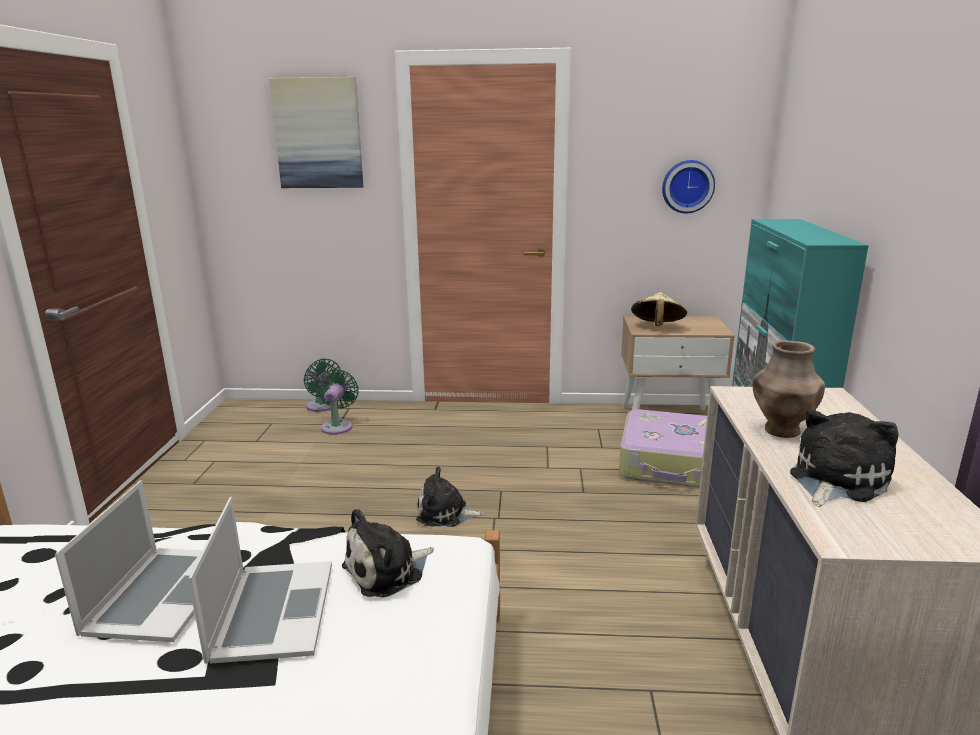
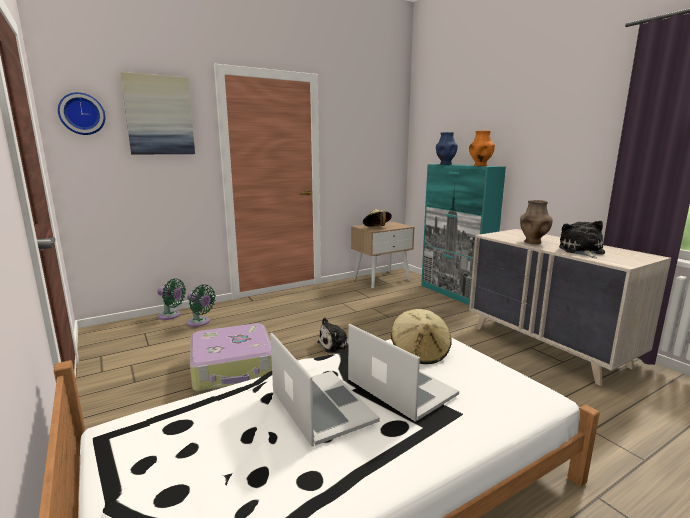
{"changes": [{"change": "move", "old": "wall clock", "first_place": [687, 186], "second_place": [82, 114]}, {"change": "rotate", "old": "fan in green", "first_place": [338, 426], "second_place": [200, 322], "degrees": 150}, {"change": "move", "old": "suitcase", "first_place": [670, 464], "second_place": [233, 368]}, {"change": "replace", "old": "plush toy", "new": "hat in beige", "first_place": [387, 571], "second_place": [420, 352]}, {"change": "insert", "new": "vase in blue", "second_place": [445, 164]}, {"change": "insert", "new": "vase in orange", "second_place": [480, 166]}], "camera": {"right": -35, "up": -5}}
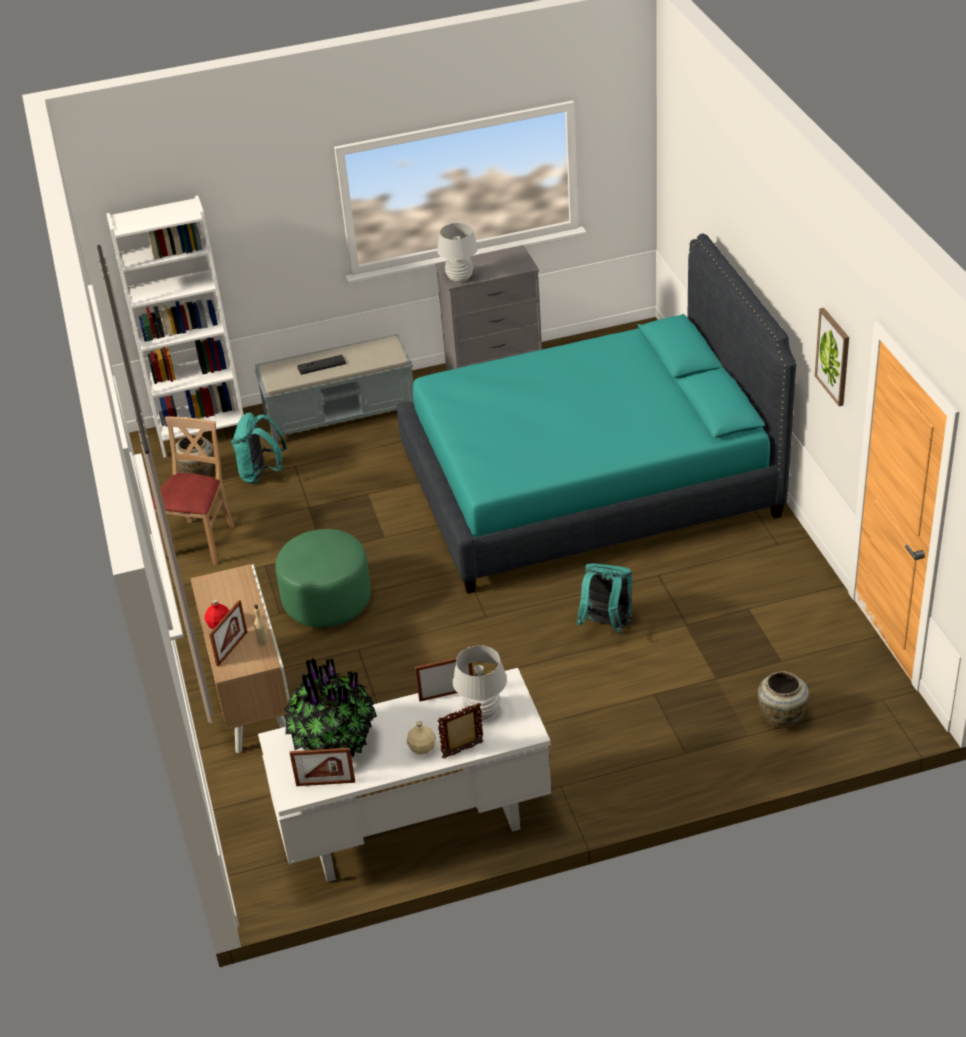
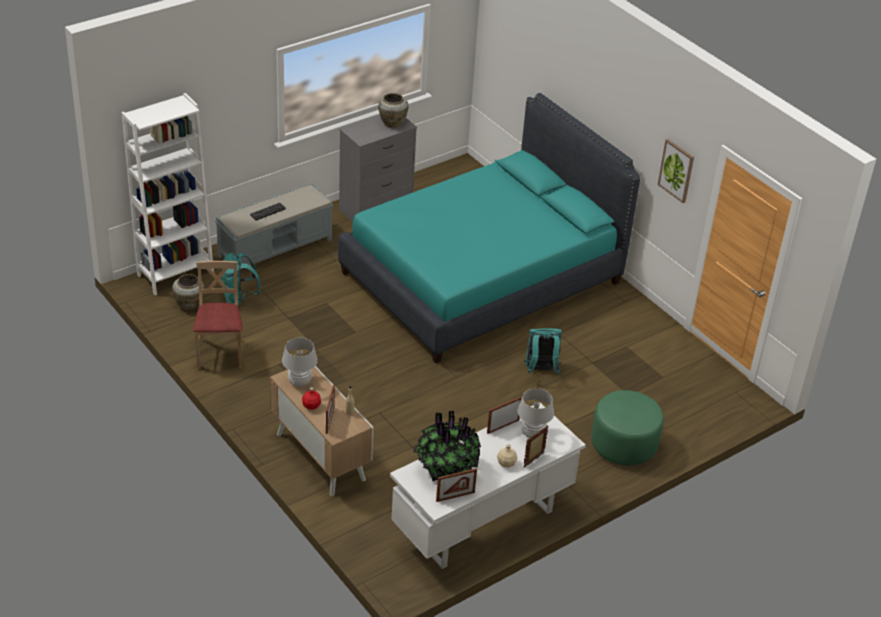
{"changes": [{"change": "move", "old": "table lamp in white", "first_place": [460, 278], "second_place": [300, 382]}, {"change": "move", "old": "vase in beige", "first_place": [781, 717], "second_place": [392, 122]}, {"change": "move", "old": "ottoman in green", "first_place": [327, 602], "second_place": [624, 445]}], "camera": {"right": -25, "up": 0}}
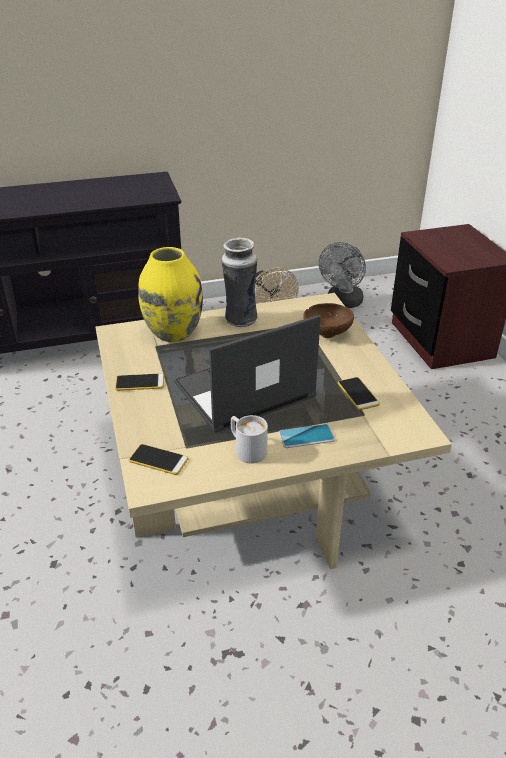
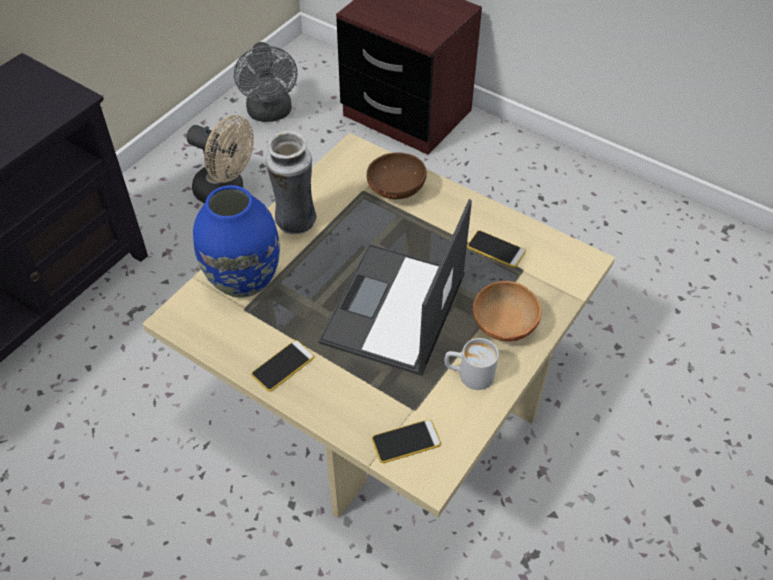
{"changes": [{"change": "recolor", "old": "vase in yellow", "new": "vase in blue", "first_place": [173, 333], "second_place": [243, 280]}, {"change": "replace", "old": "phone", "new": "bowl in brown", "first_place": [306, 436], "second_place": [502, 326]}], "camera": {"right": -40, "up": 15}}
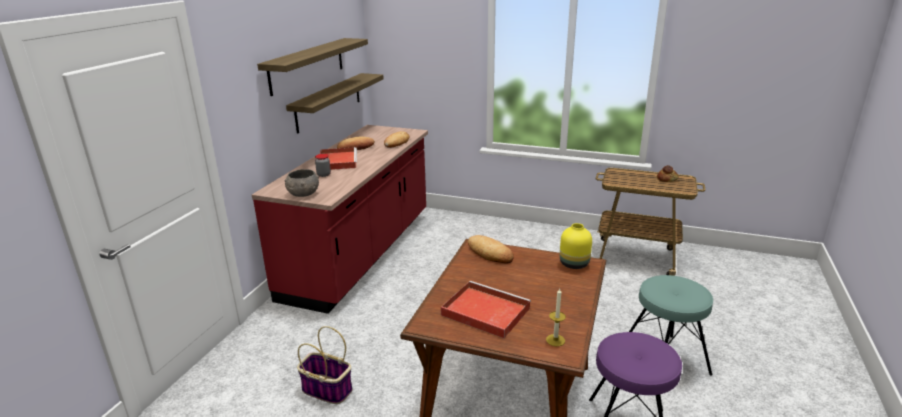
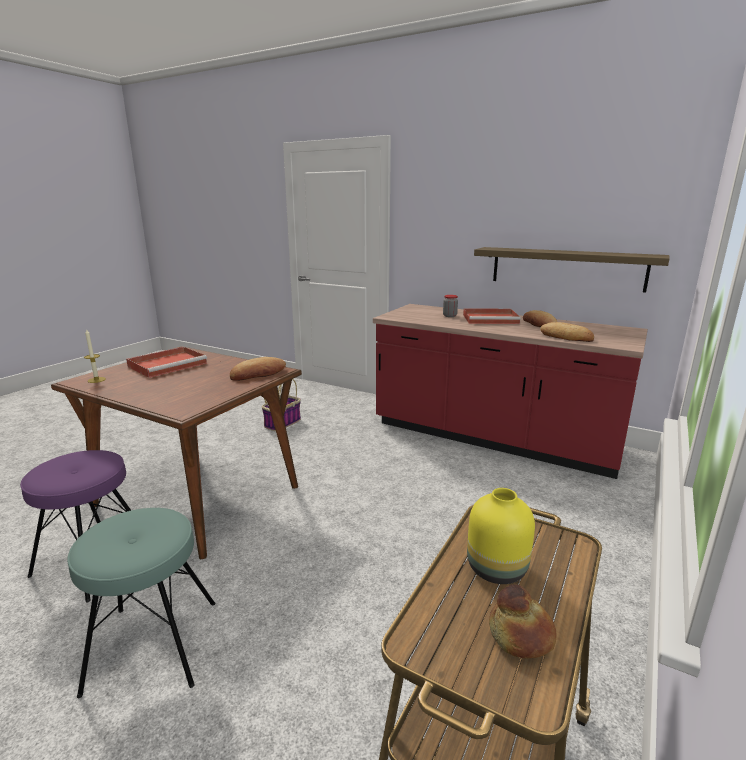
{"changes": [{"change": "move", "old": "vase in yellow", "first_place": [574, 264], "second_place": [494, 568]}, {"change": "delete", "old": "shelf", "first_place": [307, 65]}, {"change": "delete", "old": "bowl in grey", "first_place": [303, 194]}], "camera": {"right": 100, "up": -5}}
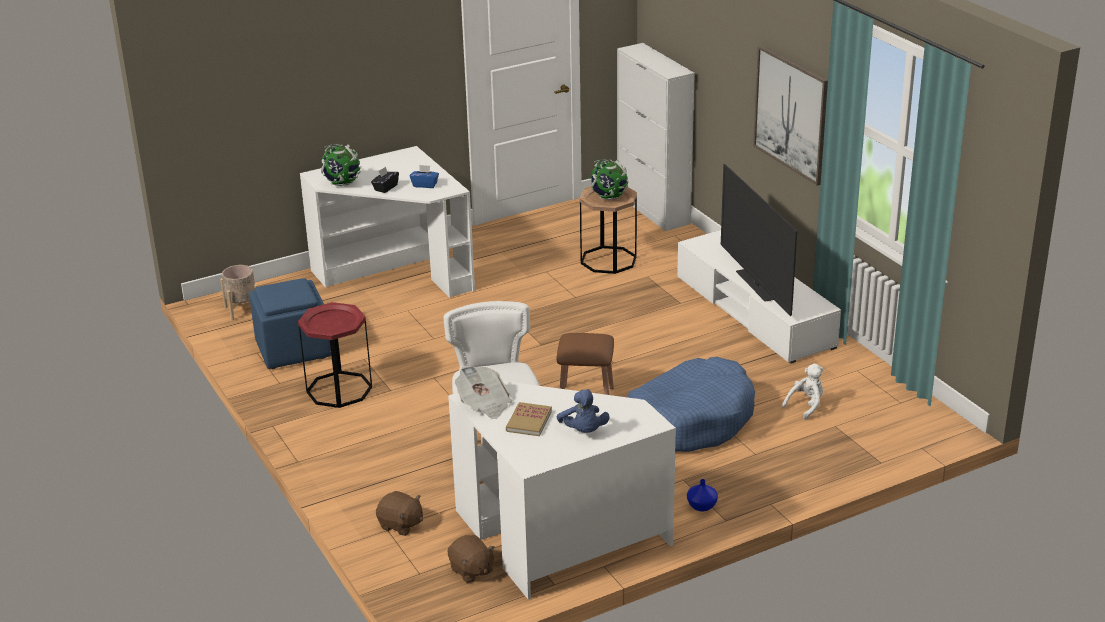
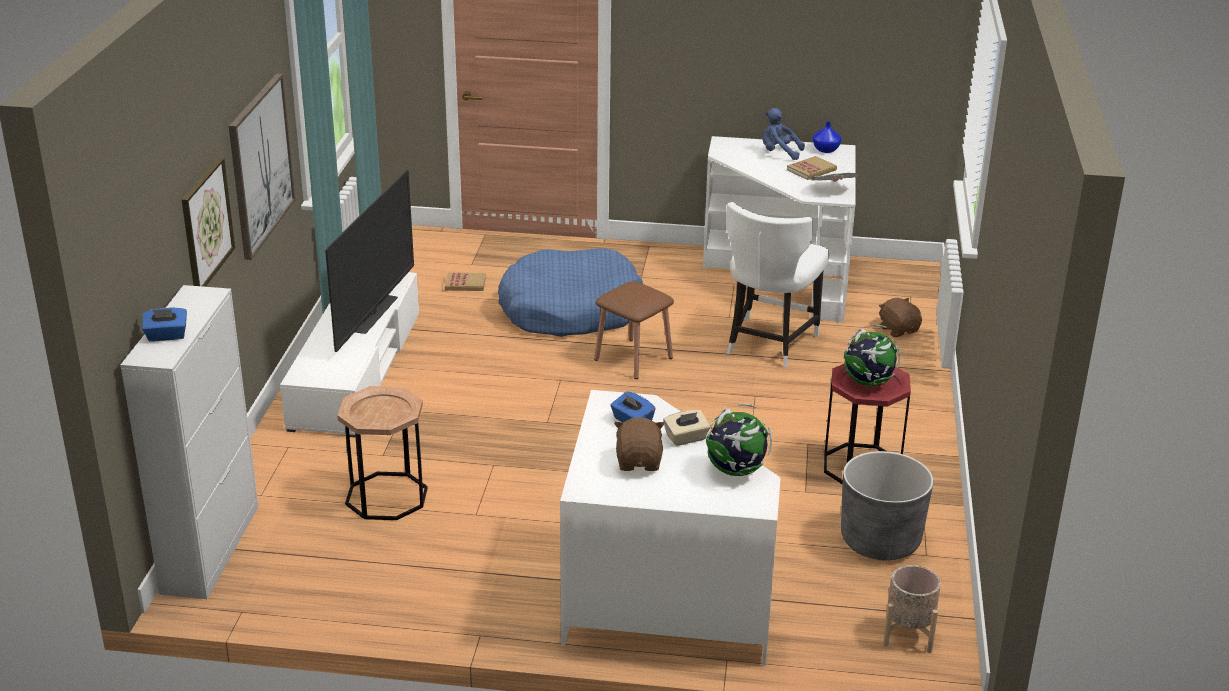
{"changes": [{"change": "insert", "new": "tissue box in blue", "second_place": [166, 336]}, {"change": "insert", "new": "picture", "second_place": [206, 224]}, {"change": "replace", "old": "plush toy in white", "new": "book", "first_place": [806, 406], "second_place": [465, 284]}, {"change": "move", "old": "plush toy in brown", "first_place": [471, 570], "second_place": [639, 462]}, {"change": "recolor", "old": "tissue box in black", "new": "tissue box in beige", "first_place": [385, 188], "second_place": [686, 438]}, {"change": "rotate", "old": "plush toy in blue", "first_place": [583, 431], "second_place": [779, 153], "degrees": -90}, {"change": "move", "old": "vase in blue", "first_place": [702, 506], "second_place": [826, 149]}, {"change": "replace", "old": "ottoman in blue", "new": "planter in grey", "first_place": [292, 349], "second_place": [880, 540]}, {"change": "move", "old": "globe", "first_place": [608, 197], "second_place": [868, 382]}], "camera": {"right": -145, "up": 0}}
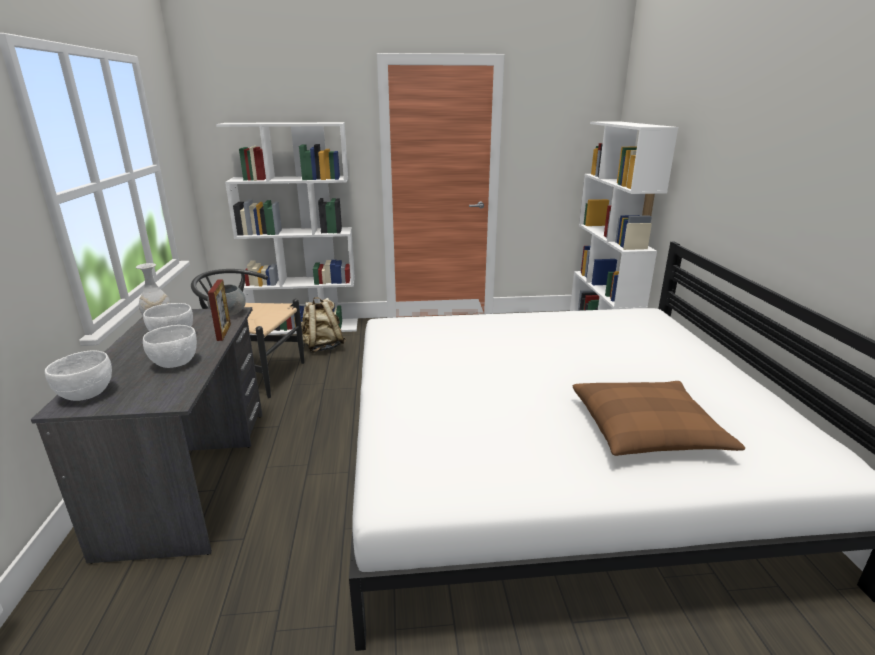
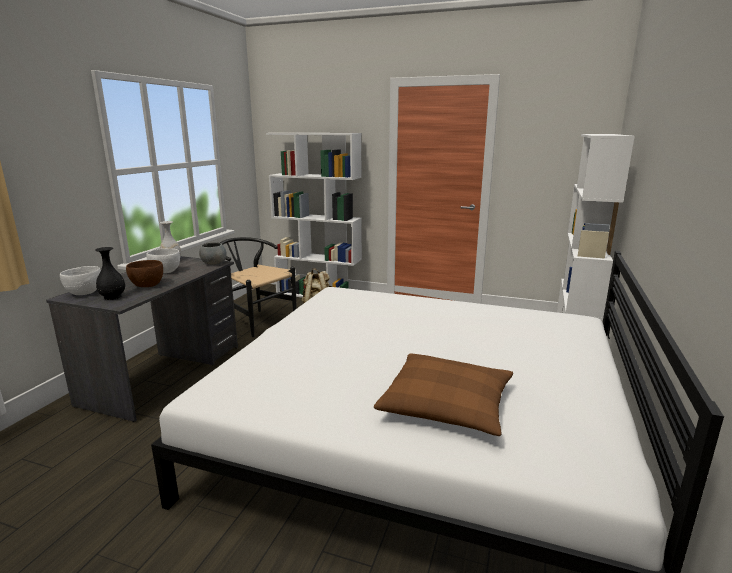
{"changes": [{"change": "insert", "new": "vase in black", "second_place": [113, 297]}, {"change": "recolor", "old": "bowl in white", "new": "bowl in brown", "first_place": [175, 364], "second_place": [147, 286]}, {"change": "delete", "old": "picture frame", "first_place": [224, 332]}], "camera": {"right": 25, "up": -5}}
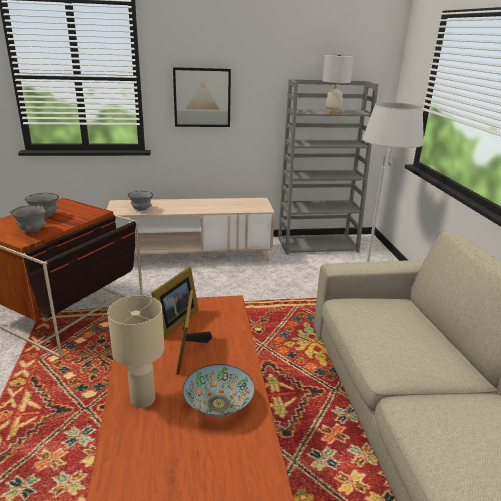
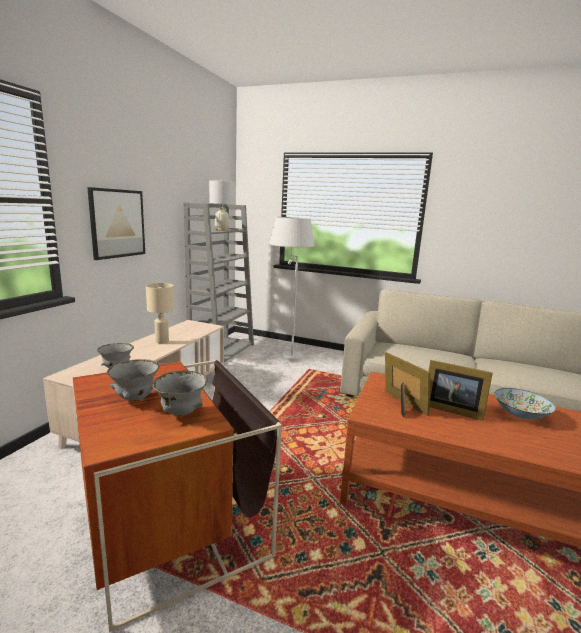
{"changes": [{"change": "move", "old": "table lamp in beige", "first_place": [143, 398], "second_place": [161, 341]}], "camera": {"right": -60, "up": -10}}
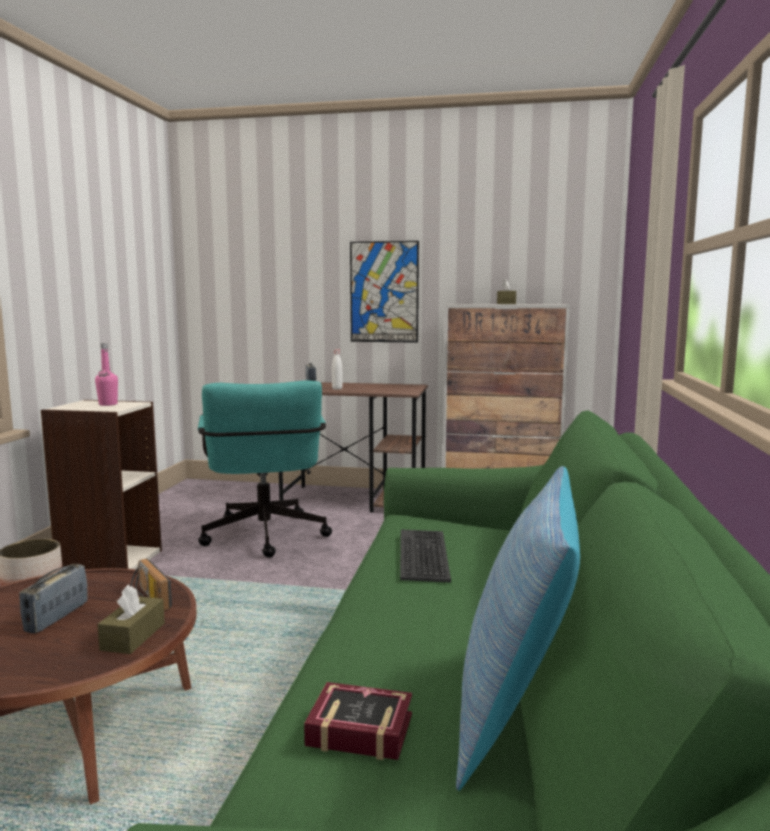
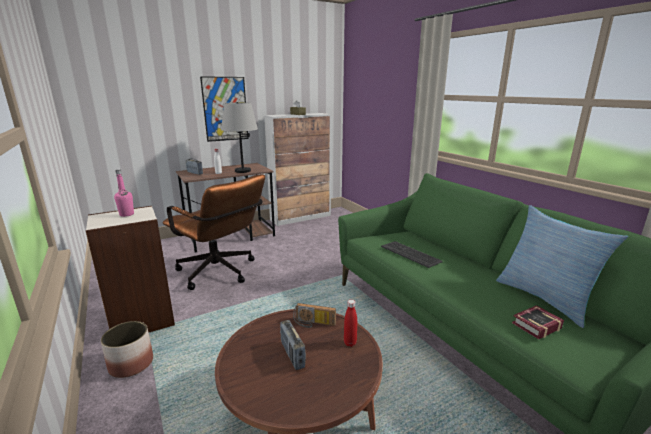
{"changes": [{"change": "recolor", "old": "office chair in turquoise", "new": "office chair in brown", "first_place": [265, 539], "second_place": [221, 273]}, {"change": "insert", "new": "table lamp in grey", "second_place": [242, 171]}, {"change": "replace", "old": "tissue box in brown", "new": "bottle in red", "first_place": [133, 636], "second_place": [350, 343]}], "camera": {"right": -40, "up": 10}}
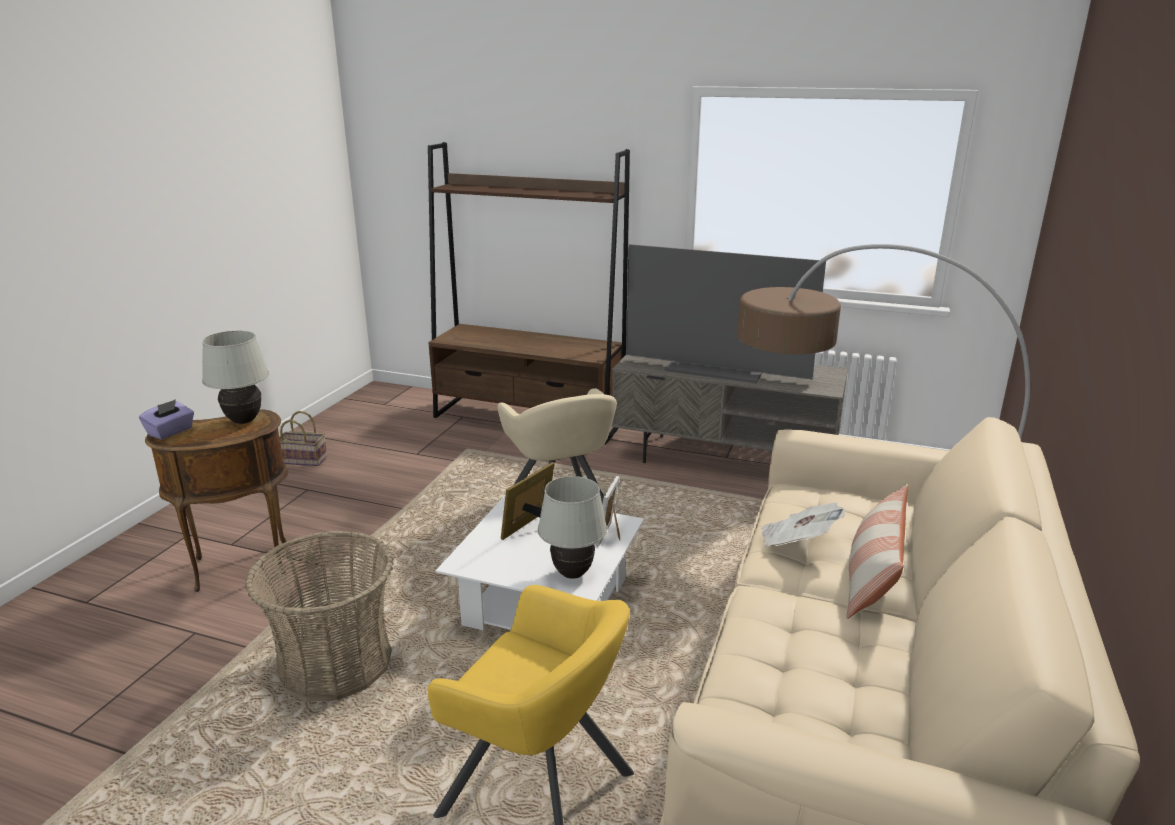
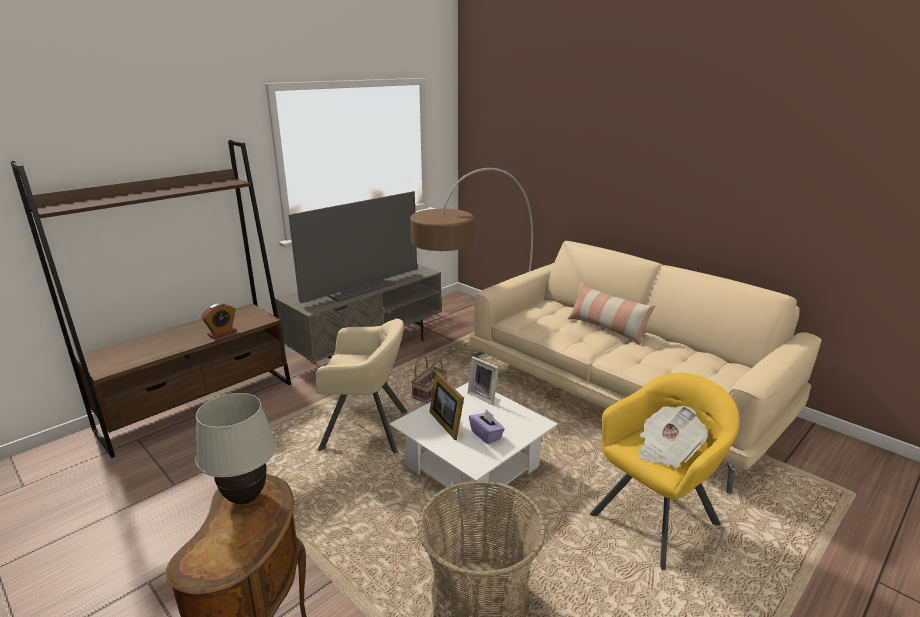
{"changes": [{"change": "insert", "new": "alarm clock", "second_place": [222, 333]}, {"change": "move", "old": "basket", "first_place": [304, 459], "second_place": [429, 393]}, {"change": "move", "old": "tissue box in purple", "first_place": [171, 432], "second_place": [486, 435]}, {"change": "move", "old": "newspaper", "first_place": [797, 543], "second_place": [667, 450]}, {"change": "delete", "old": "table lamp in white", "first_place": [573, 574]}], "camera": {"right": -65, "up": 0}}
